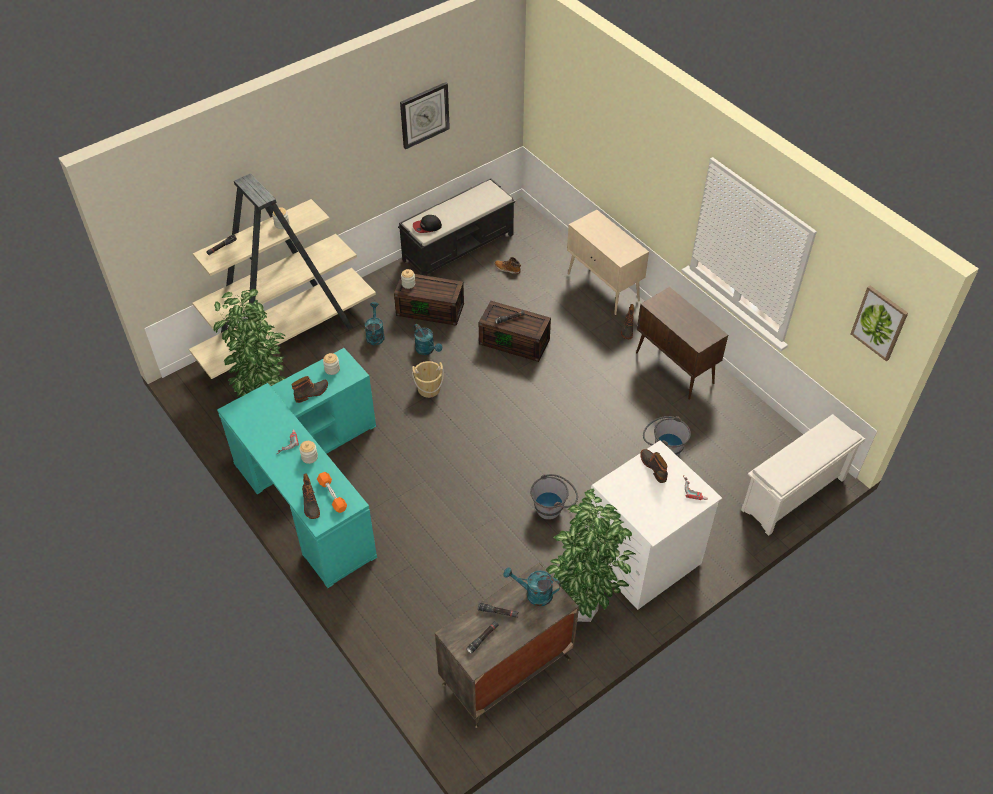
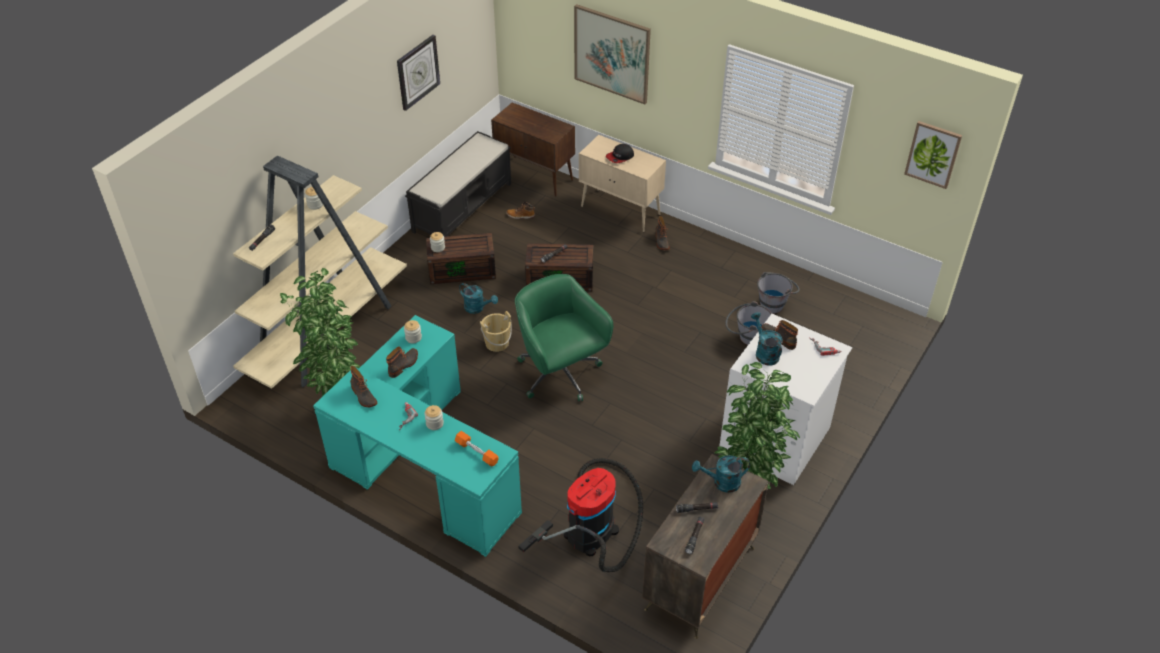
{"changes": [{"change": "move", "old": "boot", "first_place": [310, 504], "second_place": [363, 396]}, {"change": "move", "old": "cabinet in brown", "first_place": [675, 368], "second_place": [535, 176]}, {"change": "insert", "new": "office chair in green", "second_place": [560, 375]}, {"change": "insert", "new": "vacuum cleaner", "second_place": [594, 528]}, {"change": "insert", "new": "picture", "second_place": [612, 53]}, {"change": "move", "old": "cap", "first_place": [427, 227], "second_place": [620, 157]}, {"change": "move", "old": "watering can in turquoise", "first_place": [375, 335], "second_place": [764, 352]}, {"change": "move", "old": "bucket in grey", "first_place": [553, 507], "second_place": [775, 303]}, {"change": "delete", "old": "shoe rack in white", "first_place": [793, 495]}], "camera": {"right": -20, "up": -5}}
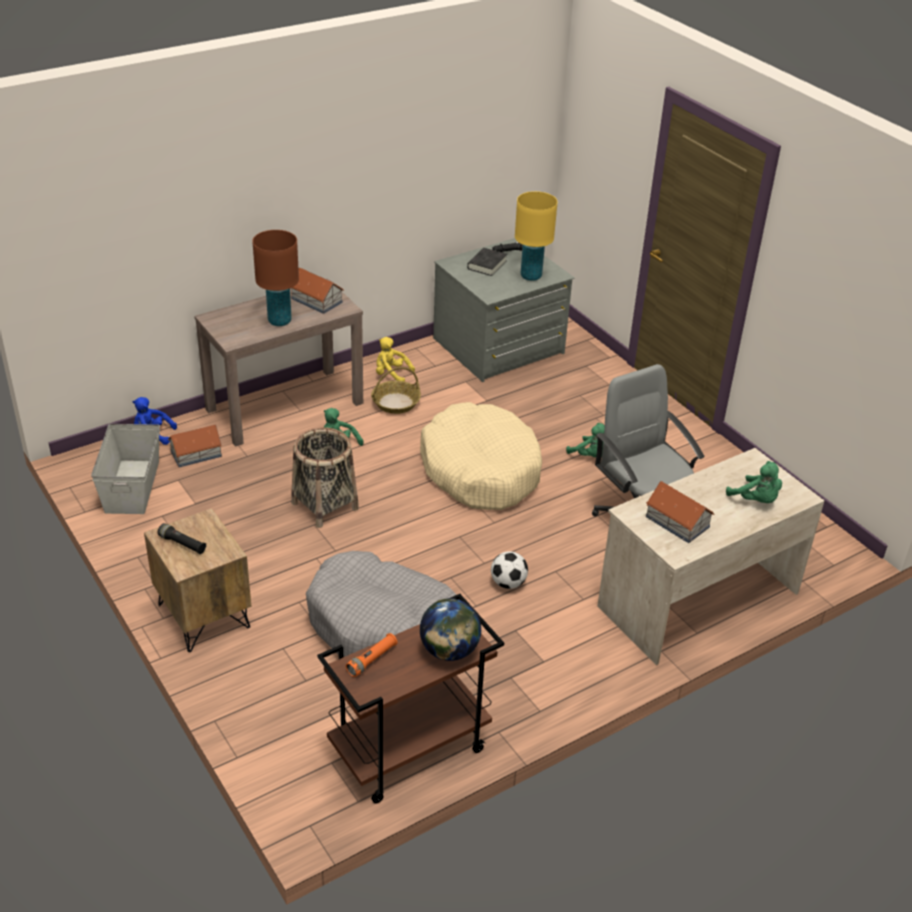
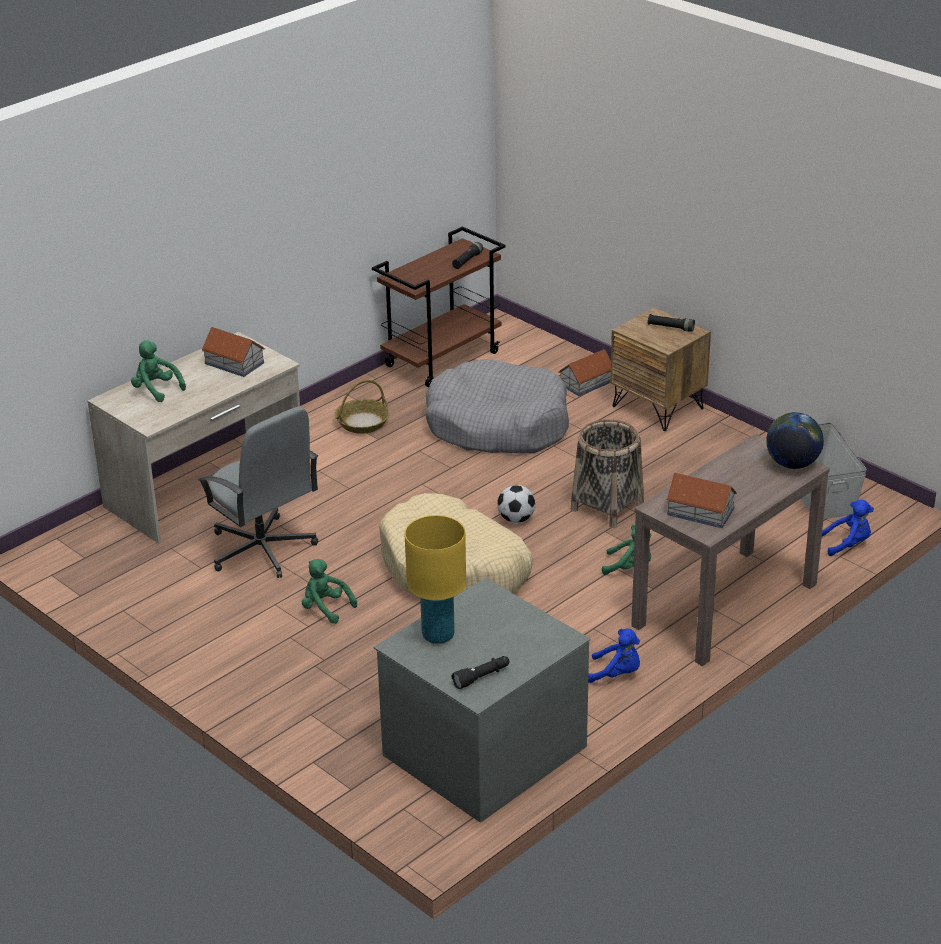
{"changes": [{"change": "move", "old": "basket", "first_place": [395, 403], "second_place": [363, 422]}, {"change": "recolor", "old": "flashlight in orange", "new": "flashlight in black", "first_place": [372, 660], "second_place": [467, 261]}, {"change": "move", "old": "football", "first_place": [508, 583], "second_place": [516, 519]}, {"change": "move", "old": "toy house", "first_place": [195, 453], "second_place": [587, 383]}, {"change": "recolor", "old": "plush toy in yellow", "new": "plush toy in blue", "first_place": [391, 374], "second_place": [617, 674]}, {"change": "move", "old": "globe", "first_place": [449, 651], "second_place": [792, 464]}, {"change": "delete", "old": "table lamp in brown", "first_place": [280, 321]}, {"change": "delete", "old": "book in black", "first_place": [487, 265]}], "camera": {"right": 170, "up": -5}}
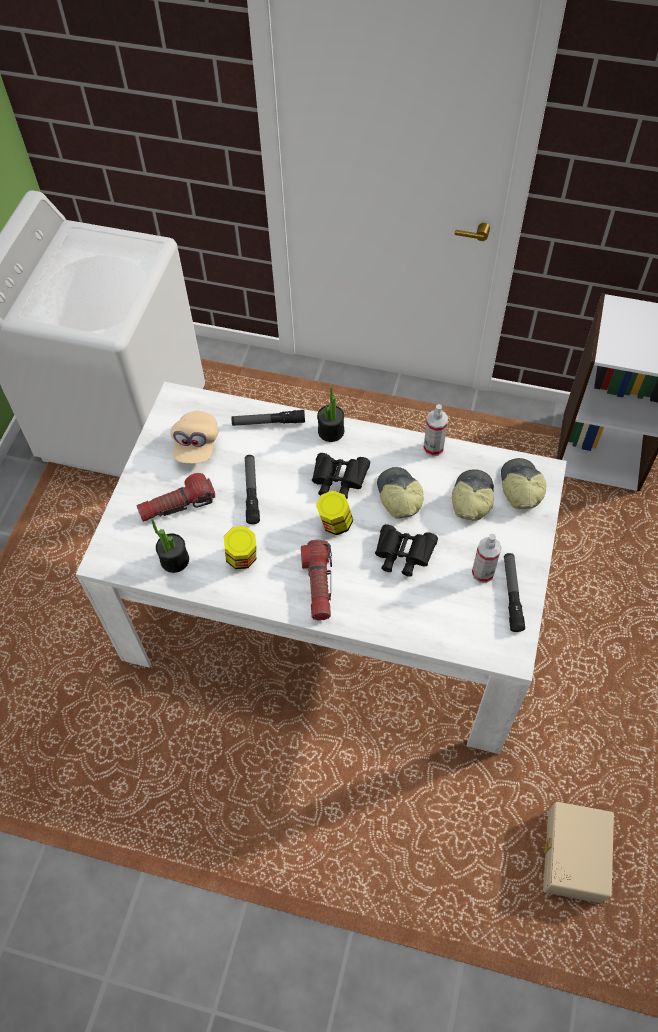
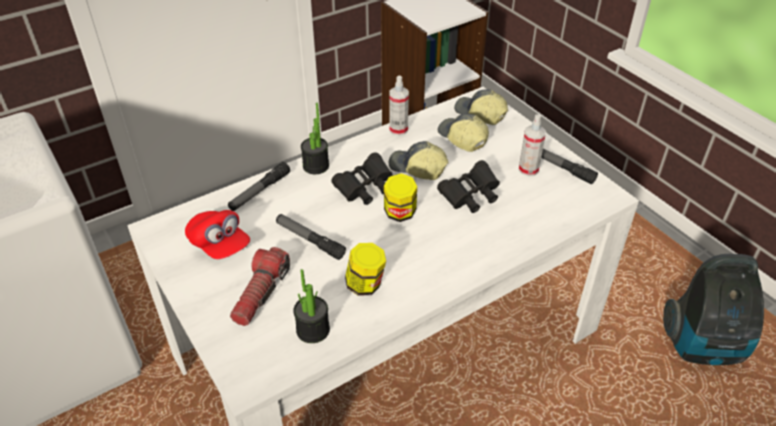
{"changes": [{"change": "recolor", "old": "cap in beige", "new": "cap in red", "first_place": [196, 445], "second_place": [219, 245]}, {"change": "replace", "old": "storage box in beige", "new": "vacuum cleaner", "first_place": [572, 856], "second_place": [703, 346]}, {"change": "delete", "old": "flashlight", "first_place": [318, 585]}], "camera": {"right": -50, "up": -15}}
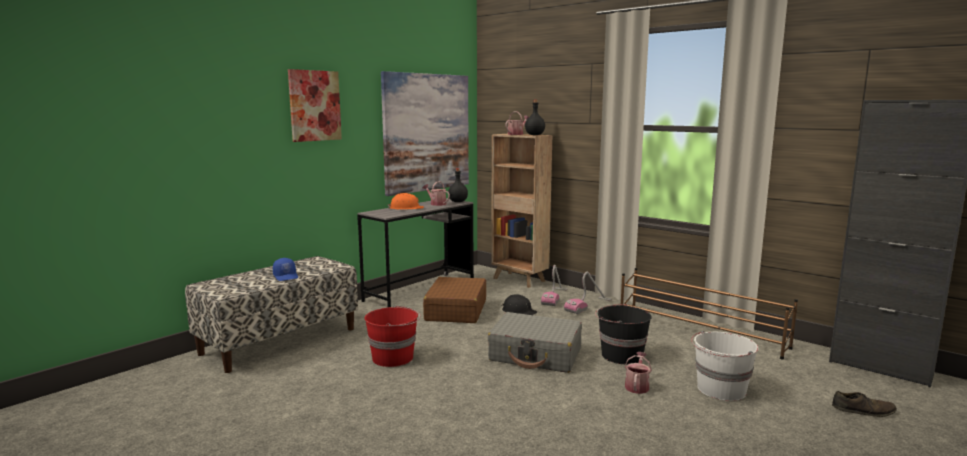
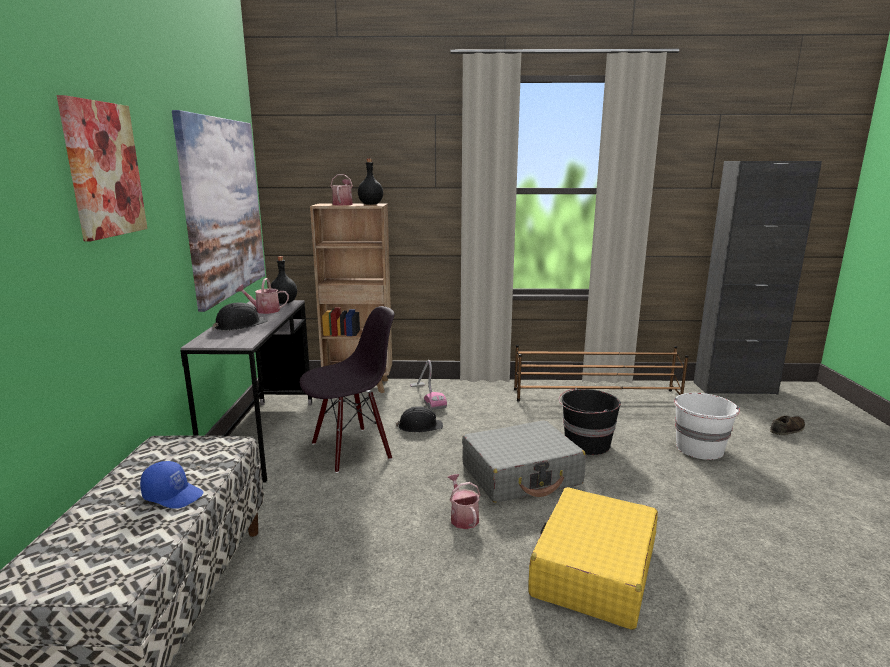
{"changes": [{"change": "recolor", "old": "hard hat in orange", "new": "hard hat in black", "first_place": [406, 208], "second_place": [240, 325]}, {"change": "replace", "old": "suitcase in brown", "new": "chair in black", "first_place": [456, 310], "second_place": [351, 450]}, {"change": "move", "old": "watering can", "first_place": [637, 386], "second_place": [463, 517]}, {"change": "insert", "new": "suitcase in yellow", "second_place": [593, 570]}, {"change": "delete", "old": "bucket in red", "first_place": [393, 358]}, {"change": "delete", "old": "vacuum cleaner", "first_place": [588, 306]}], "camera": {"right": -40, "up": 5}}
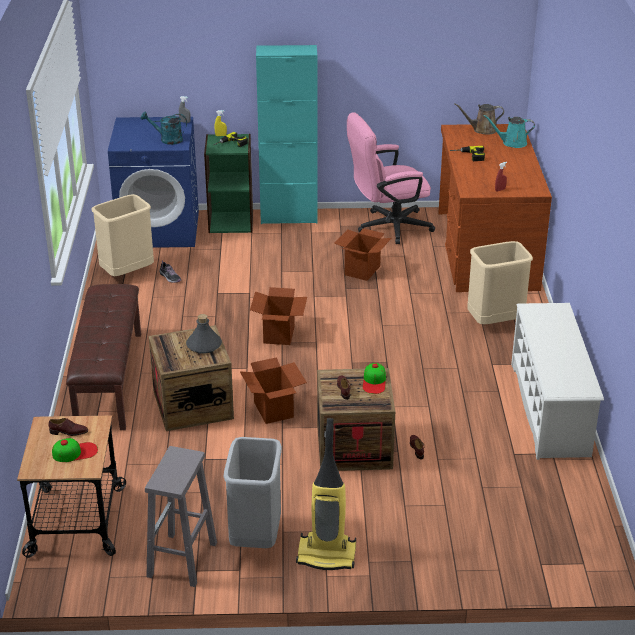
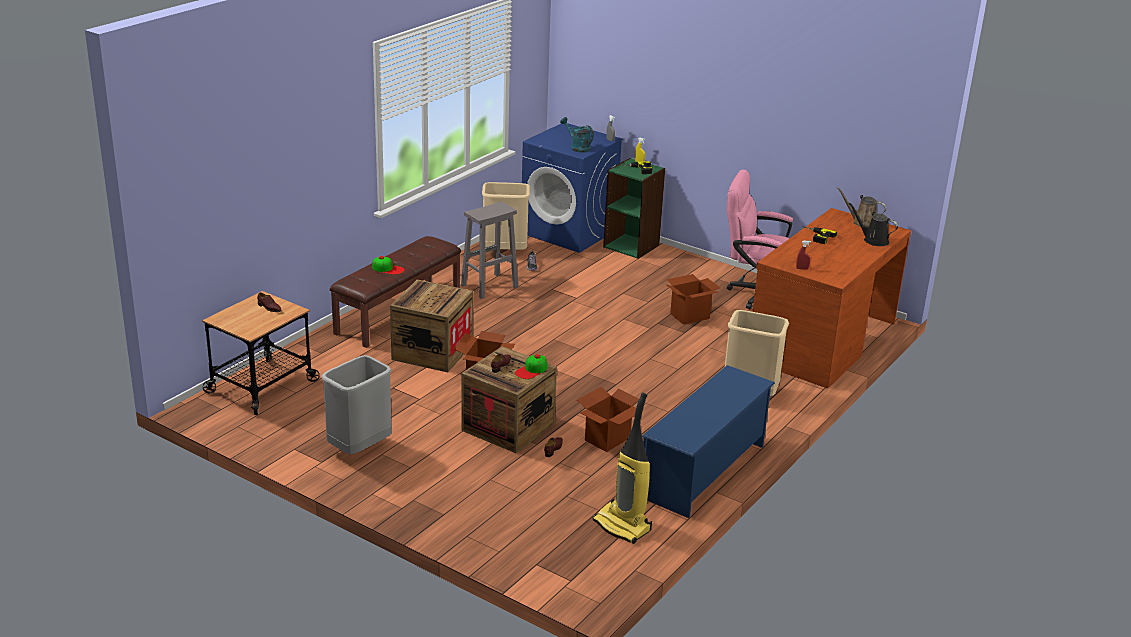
{"changes": [{"change": "move", "old": "cap", "first_place": [75, 452], "second_place": [388, 269]}, {"change": "move", "old": "stool in grey", "first_place": [182, 560], "second_place": [488, 286]}, {"change": "move", "old": "cardboard box", "first_place": [279, 335], "second_place": [607, 439]}, {"change": "move", "old": "vacuum cleaner", "first_place": [327, 555], "second_place": [623, 526]}, {"change": "recolor", "old": "shoe rack in white", "new": "shoe rack in blue", "first_place": [550, 409], "second_place": [703, 471]}, {"change": "recolor", "old": "watering can in turquoise", "new": "watering can in black", "first_place": [512, 143], "second_place": [873, 240]}, {"change": "delete", "old": "bottle in grey", "first_place": [204, 345]}, {"change": "delete", "old": "cabinet in turquoise", "first_place": [289, 217]}], "camera": {"right": 35, "up": -5}}
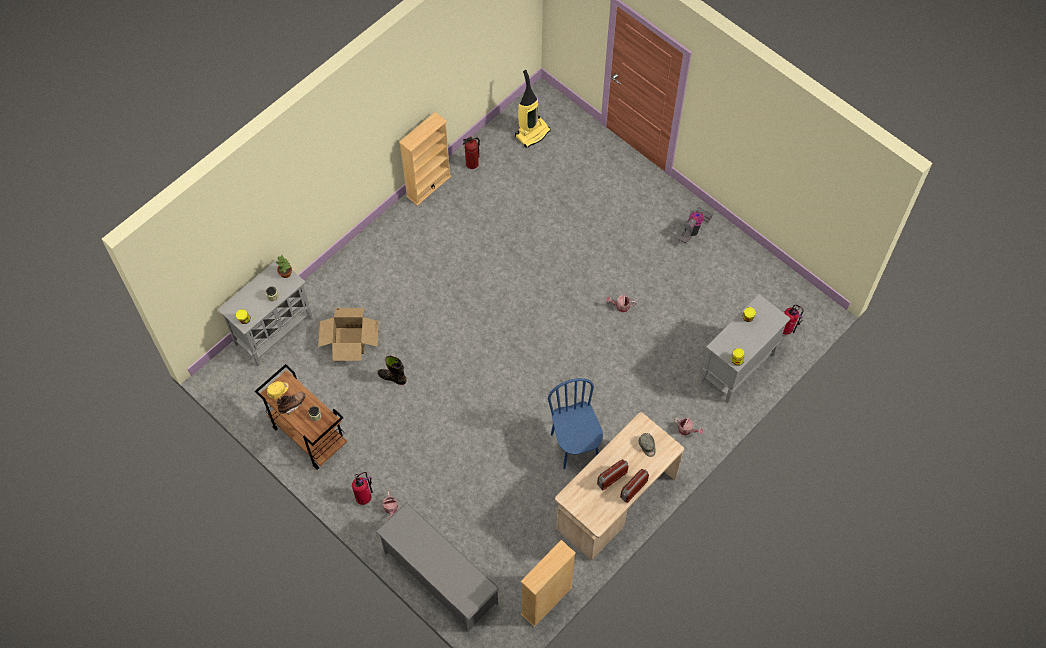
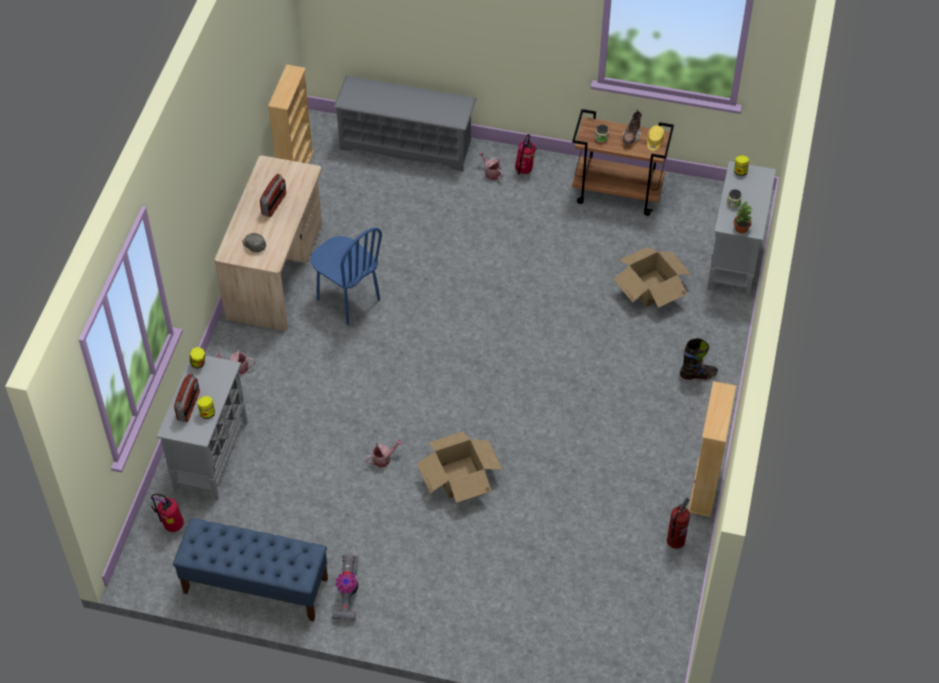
{"changes": [{"change": "insert", "new": "bench in blue", "second_place": [255, 586]}, {"change": "move", "old": "radio", "first_place": [633, 489], "second_place": [189, 406]}, {"change": "insert", "new": "cardboard box", "second_place": [459, 477]}, {"change": "move", "old": "boot in black", "first_place": [392, 378], "second_place": [698, 375]}, {"change": "delete", "old": "vacuum cleaner", "first_place": [532, 133]}], "camera": {"right": 150, "up": -10}}
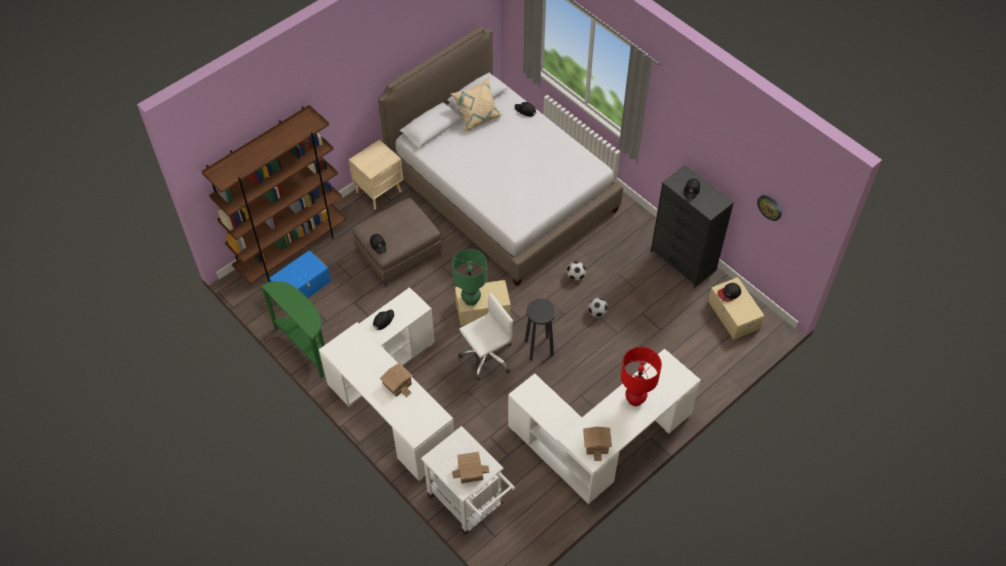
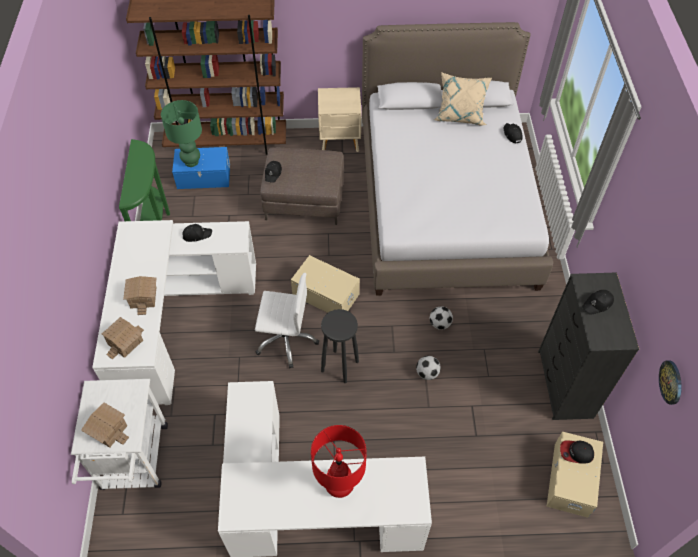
{"changes": [{"change": "move", "old": "toy house", "first_place": [595, 444], "second_place": [125, 342]}, {"change": "move", "old": "table lamp in green", "first_place": [471, 300], "second_place": [191, 162]}], "camera": {"right": 40, "up": 0}}
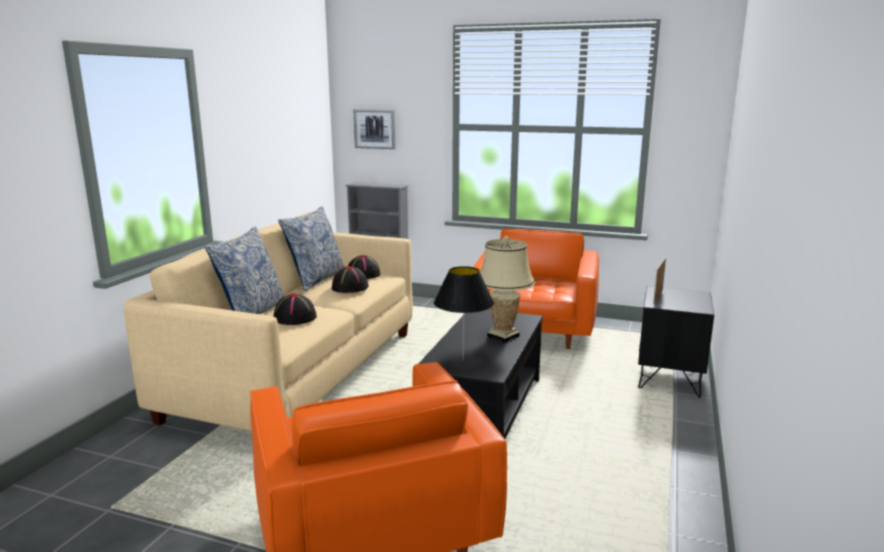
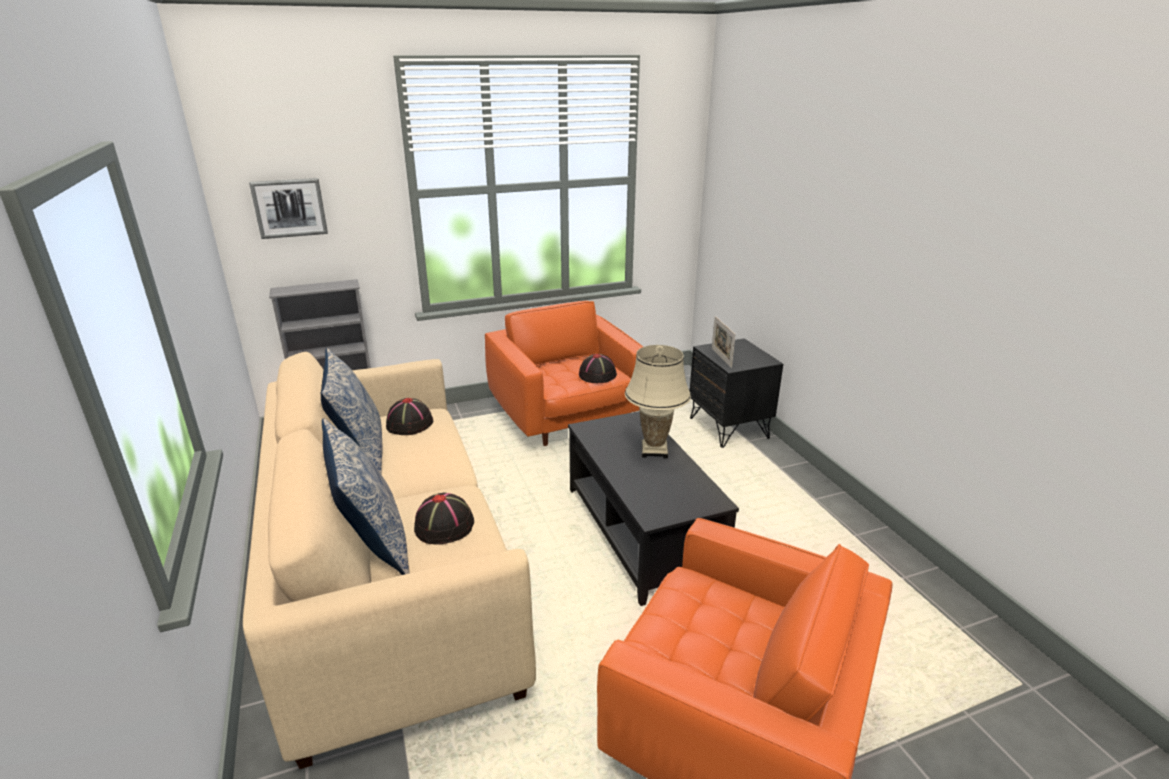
{"changes": [{"change": "move", "old": "hat in black", "first_place": [350, 287], "second_place": [597, 375]}, {"change": "delete", "old": "table lamp in black", "first_place": [463, 360]}], "camera": {"right": -40, "up": 10}}
